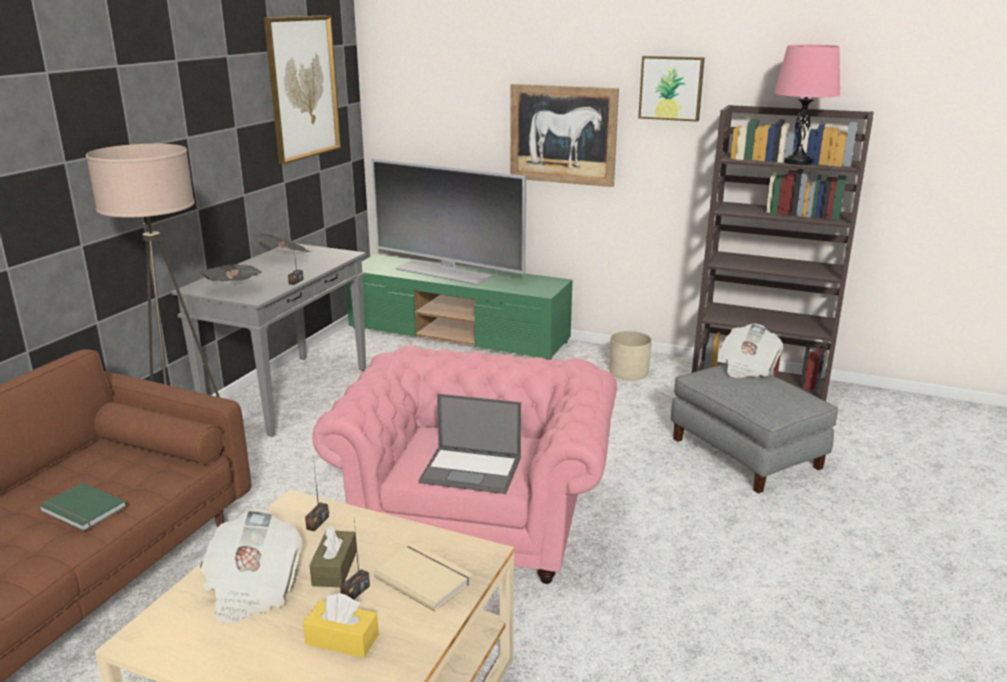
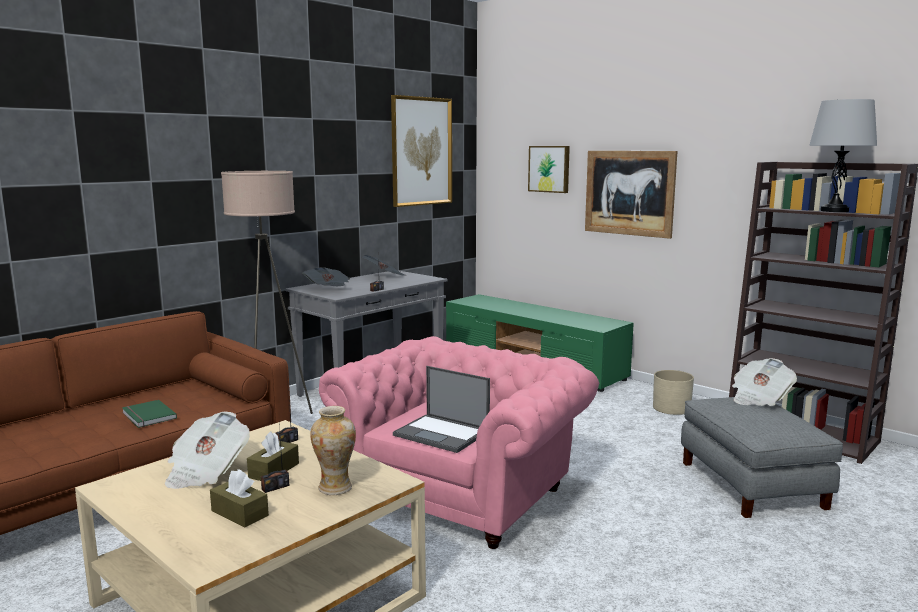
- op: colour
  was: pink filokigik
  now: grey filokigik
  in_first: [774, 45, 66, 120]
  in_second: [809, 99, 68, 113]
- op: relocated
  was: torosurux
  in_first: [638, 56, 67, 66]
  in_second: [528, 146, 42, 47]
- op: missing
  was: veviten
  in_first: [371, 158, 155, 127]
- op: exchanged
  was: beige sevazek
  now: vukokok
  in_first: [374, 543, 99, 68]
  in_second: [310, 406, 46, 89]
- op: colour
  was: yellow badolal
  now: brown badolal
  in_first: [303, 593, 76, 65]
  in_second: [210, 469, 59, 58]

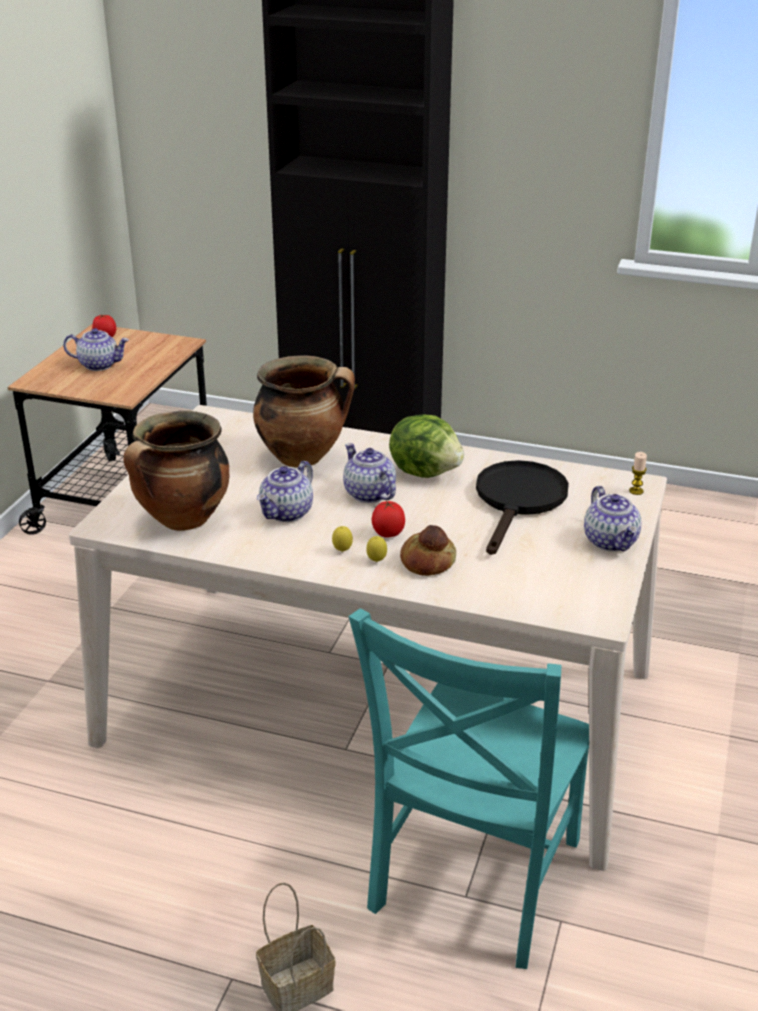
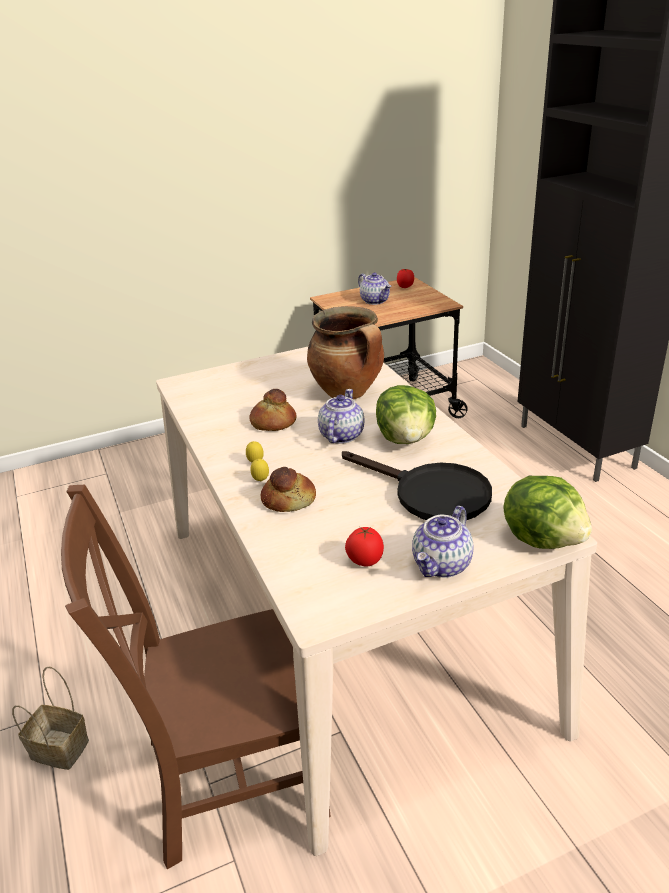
- op: missing
  was: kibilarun
  in_first: [123, 411, 106, 120]
- op: exchanged
  was: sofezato
  now: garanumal
  in_first: [629, 452, 18, 43]
  in_second: [503, 476, 89, 73]
- op: spun
  was: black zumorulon
  in_first: [476, 460, 93, 95]
  in_second: [342, 451, 150, 69]
  clockwise: 60
- op: exchanged
  was: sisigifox
  now: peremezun
  in_first: [257, 461, 56, 61]
  in_second: [249, 389, 48, 42]
- op: relocated
  was: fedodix
  in_first: [372, 500, 33, 38]
  in_second: [345, 527, 39, 40]
- op: colour
  was: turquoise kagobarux
  now: brown kagobarux
  in_first: [348, 608, 241, 361]
  in_second: [61, 485, 269, 384]

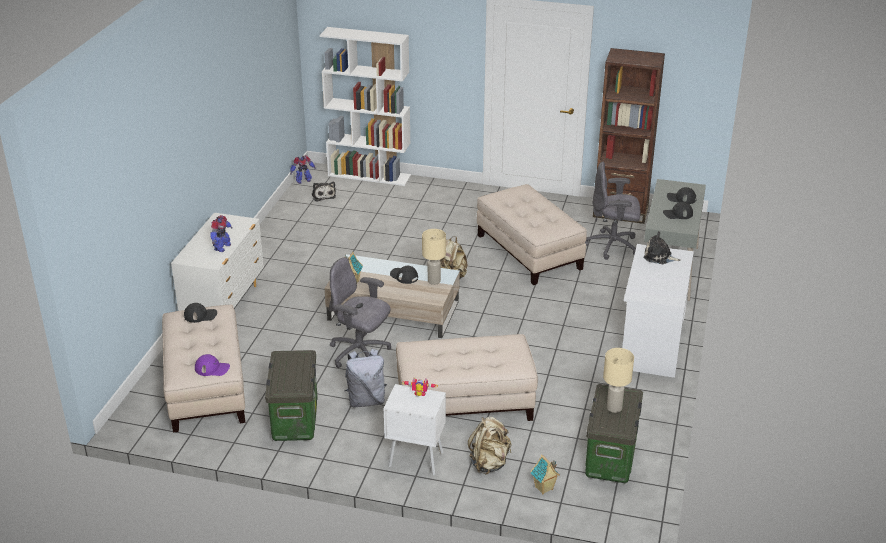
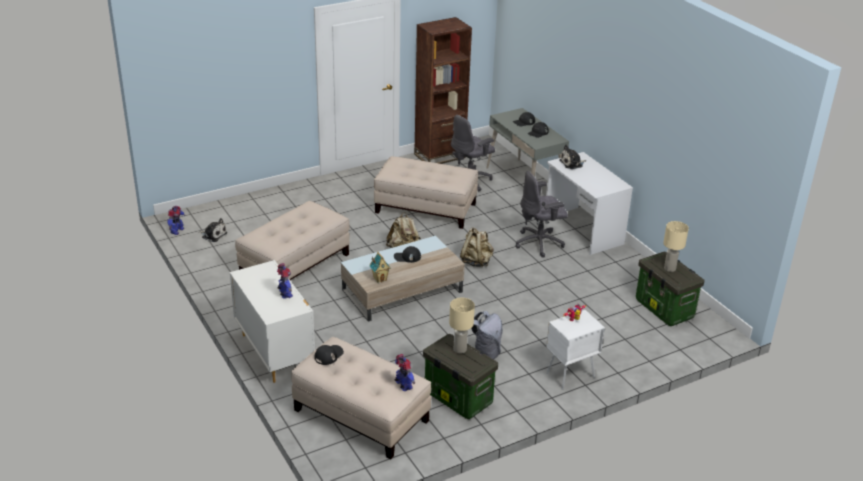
- op: missing
  was: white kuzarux
  in_first: [319, 27, 92, 159]
- op: relocated
  was: beige filokigik
  in_first: [422, 229, 24, 56]
  in_second: [449, 298, 26, 56]
- op: relocated
  was: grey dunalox
  in_first: [329, 257, 62, 111]
  in_second: [516, 171, 52, 87]
- op: relocated
  was: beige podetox
  in_first: [396, 334, 142, 87]
  in_second: [235, 201, 115, 79]
- op: exchanged
  was: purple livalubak
  now: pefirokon
  in_first: [195, 354, 35, 22]
  in_second: [395, 354, 20, 37]
- op: relocated
  was: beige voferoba
  in_first: [468, 417, 43, 57]
  in_second: [460, 227, 34, 40]
- op: missing
  was: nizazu
  in_first: [531, 454, 28, 41]

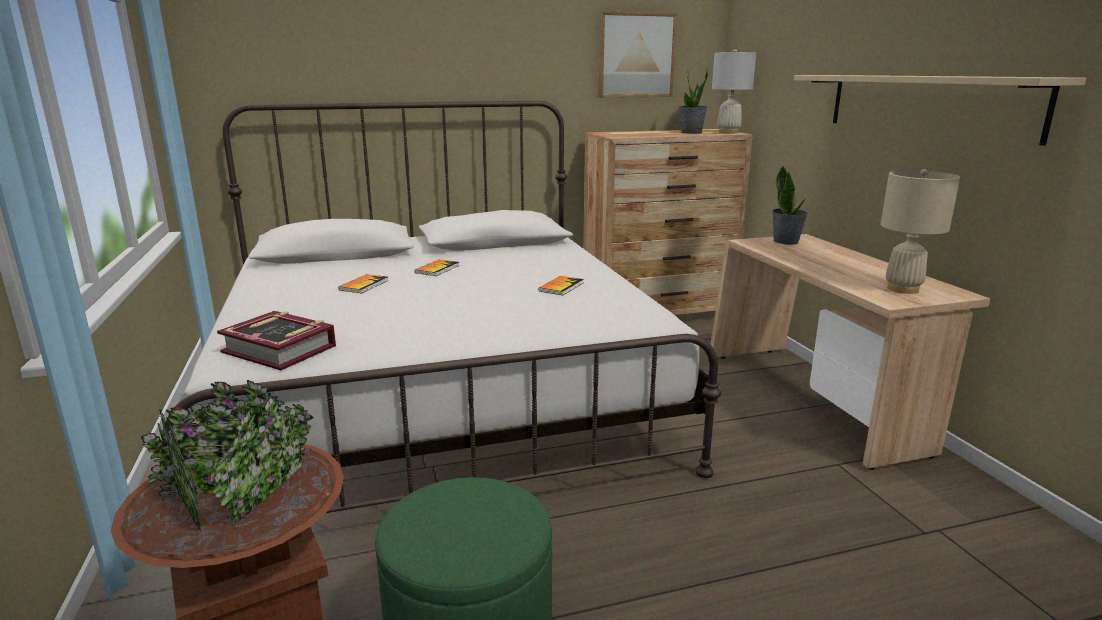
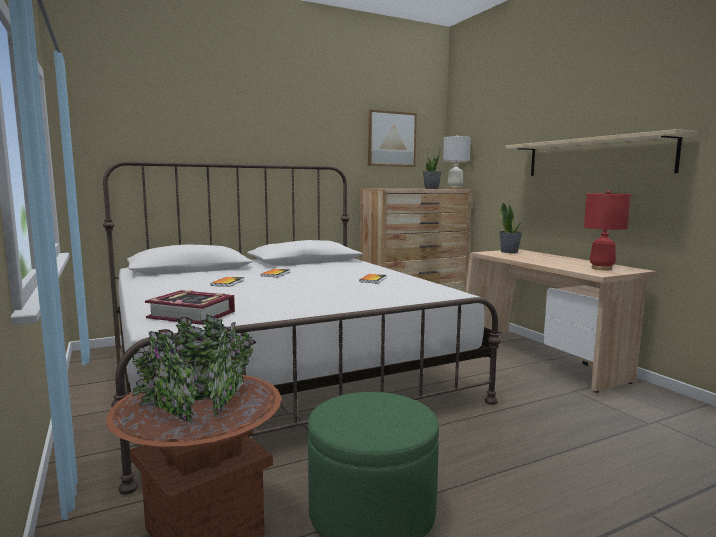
- op: colour
  was: beige filokigik
  now: red filokigik
  in_first: [881, 169, 79, 125]
  in_second: [584, 190, 47, 80]

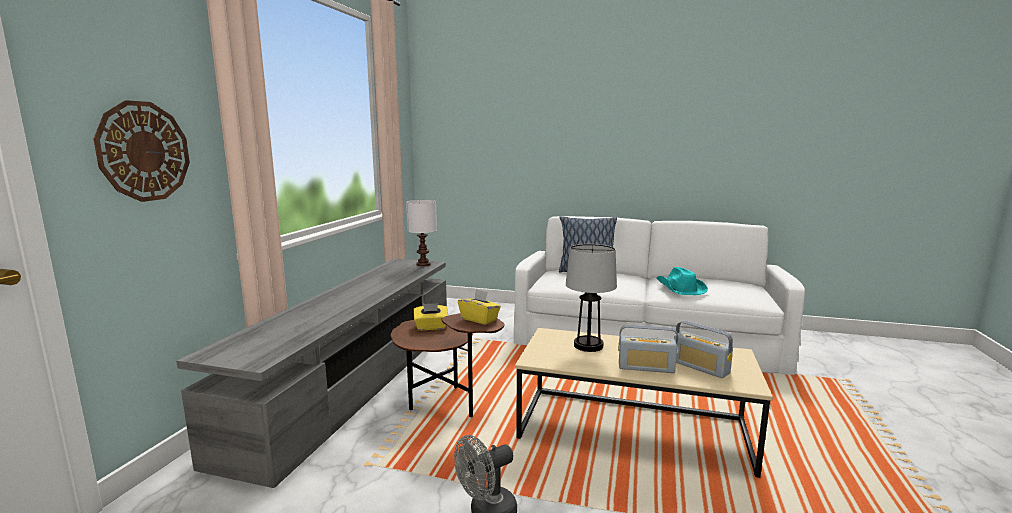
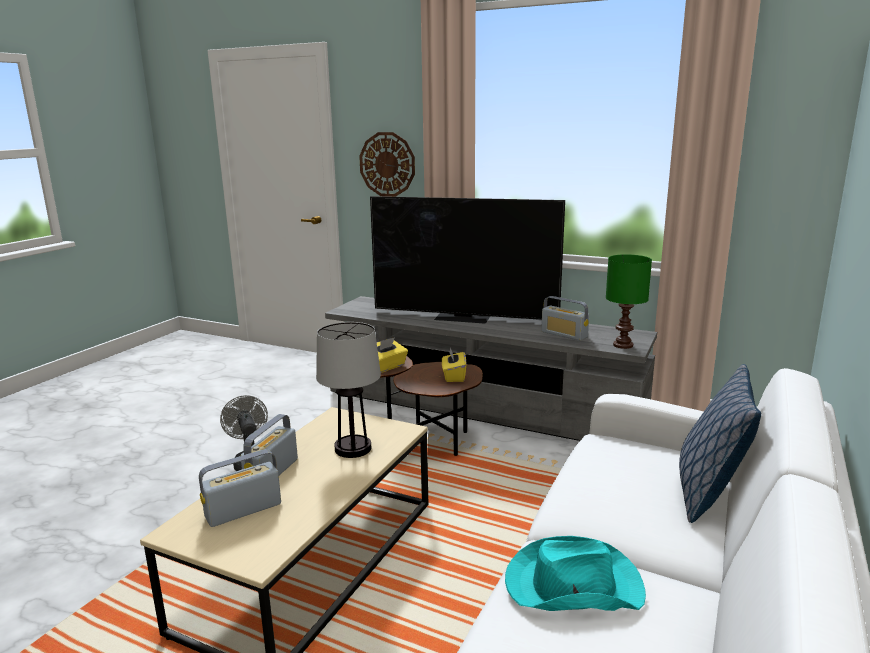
- op: colour
  was: white filokigik
  now: green filokigik
  in_first: [406, 200, 31, 66]
  in_second: [606, 254, 46, 95]
- op: appeared
  now: veviten
  in_second: [370, 196, 195, 128]
- op: appeared
  now: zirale
  in_second: [541, 296, 48, 45]

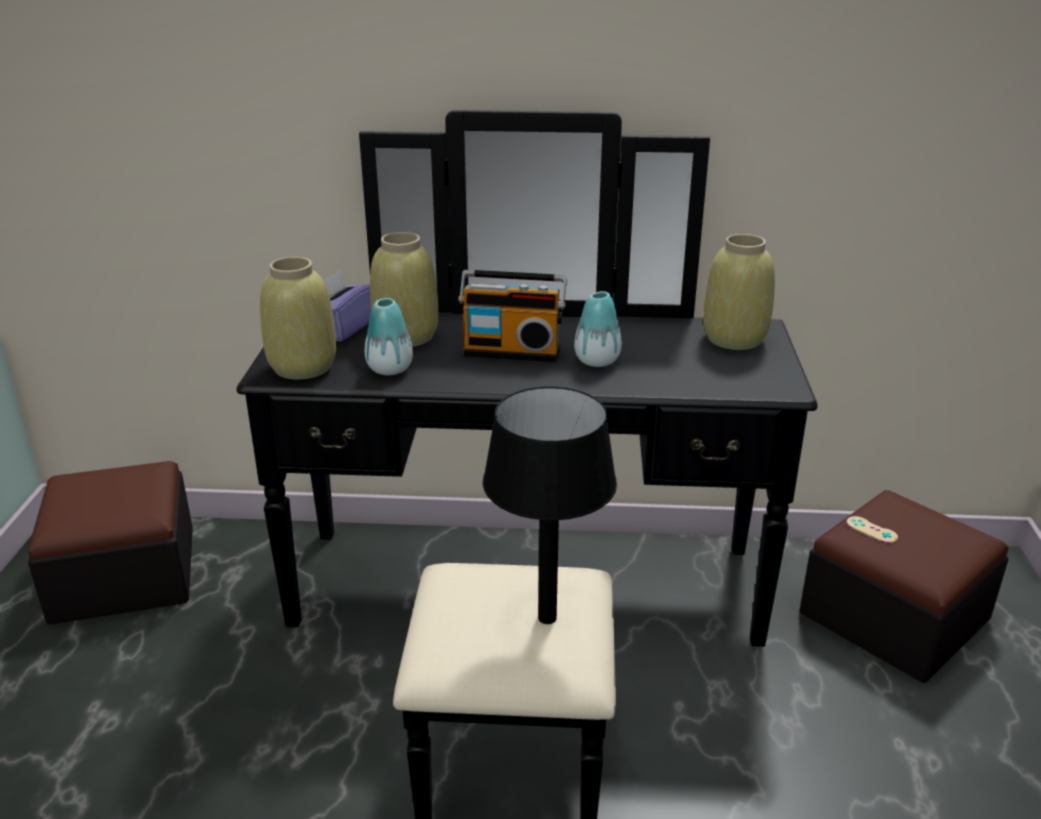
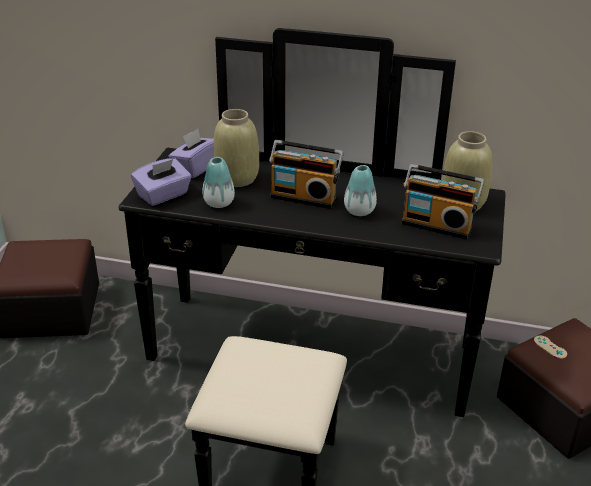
- op: exchanged
  was: beige vukokok
  now: purple badolal
  in_first: [260, 257, 76, 123]
  in_second: [131, 158, 60, 48]
- op: missing
  was: black filokigik
  in_first: [483, 386, 134, 238]
- op: appeared
  now: zirale
  in_second: [401, 164, 83, 75]

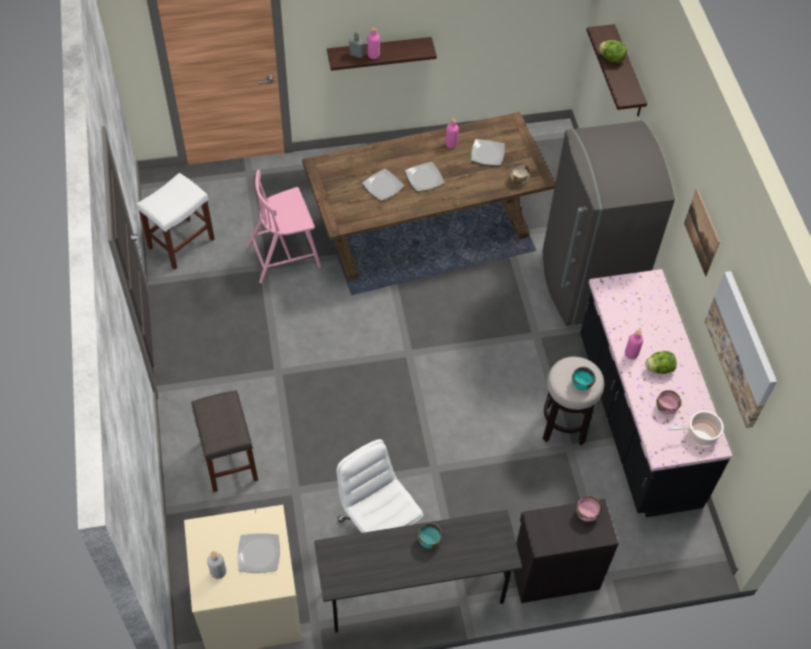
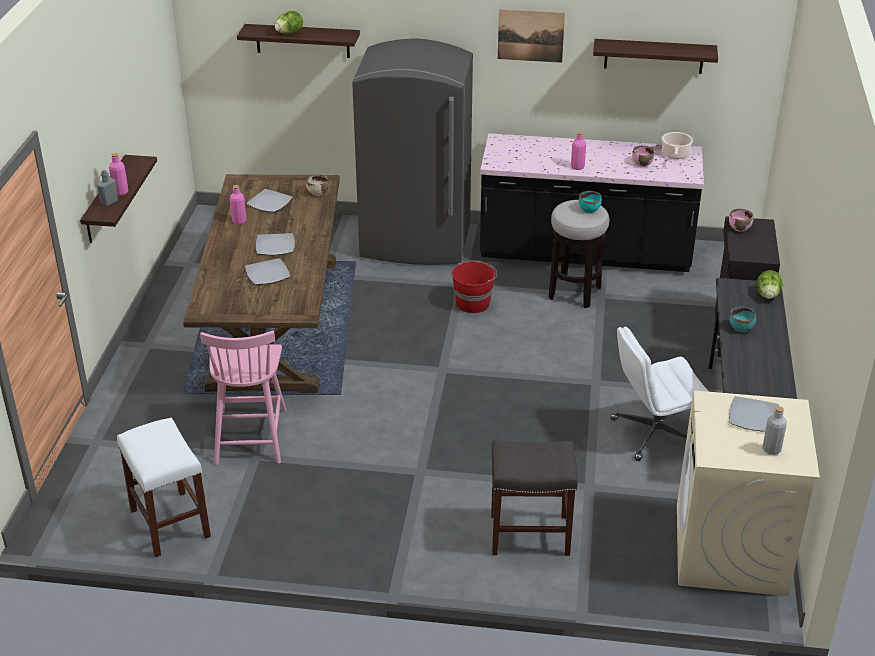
- op: exchanged
  was: torosurux
  now: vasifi
  in_first: [705, 271, 72, 157]
  in_second: [593, 39, 125, 35]
- op: relocated
  was: garanumal
  in_first: [645, 351, 32, 23]
  in_second: [757, 270, 26, 29]
- op: appeared
  now: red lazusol
  in_second: [452, 261, 45, 52]

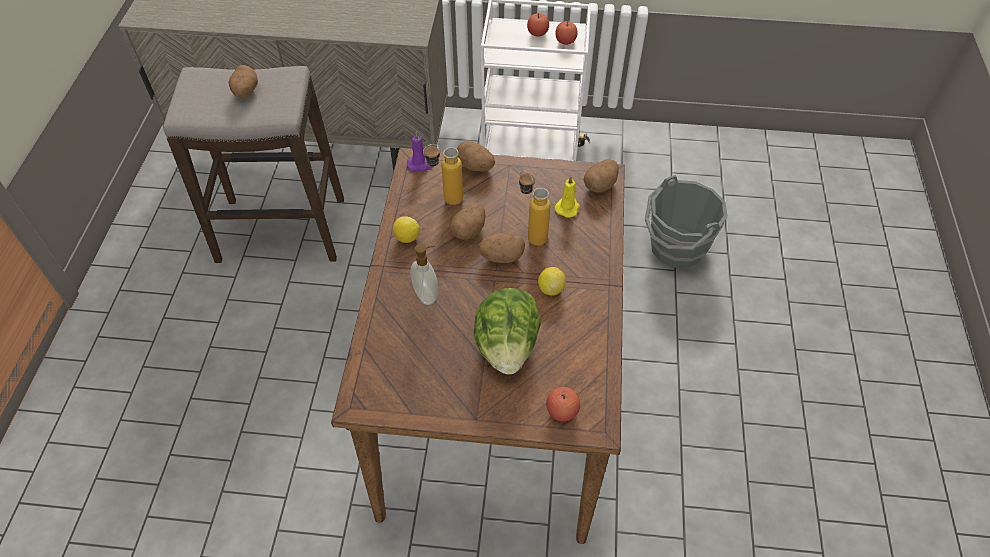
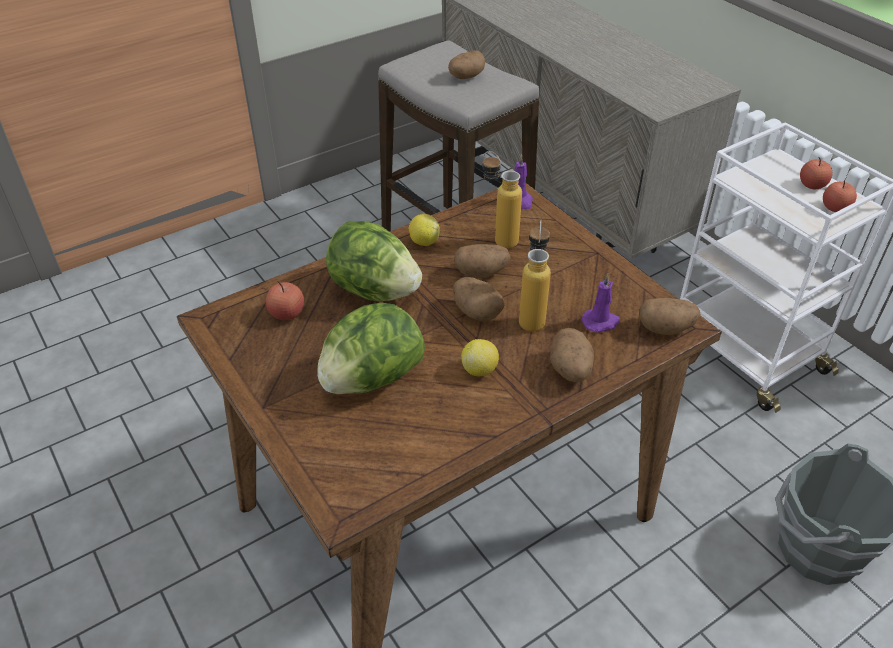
- op: relocated
  was: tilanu
  in_first: [457, 141, 38, 30]
  in_second: [550, 328, 44, 54]
- op: colour
  was: yellow sofezato
  now: purple sofezato
  in_first: [554, 176, 26, 42]
  in_second: [581, 274, 39, 59]
- op: exchanged
  was: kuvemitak
  now: garanumal
  in_first: [410, 244, 28, 61]
  in_second: [326, 221, 96, 80]
- op: relocated
  was: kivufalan
  in_first: [546, 387, 34, 35]
  in_second: [266, 281, 38, 39]

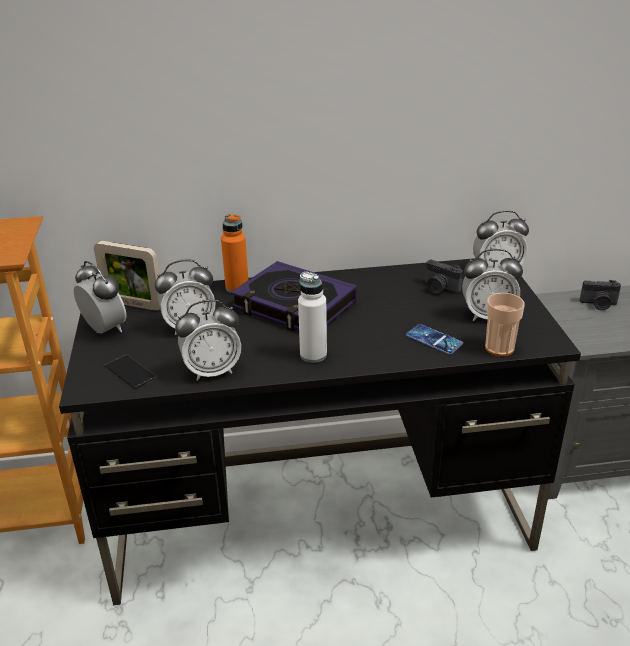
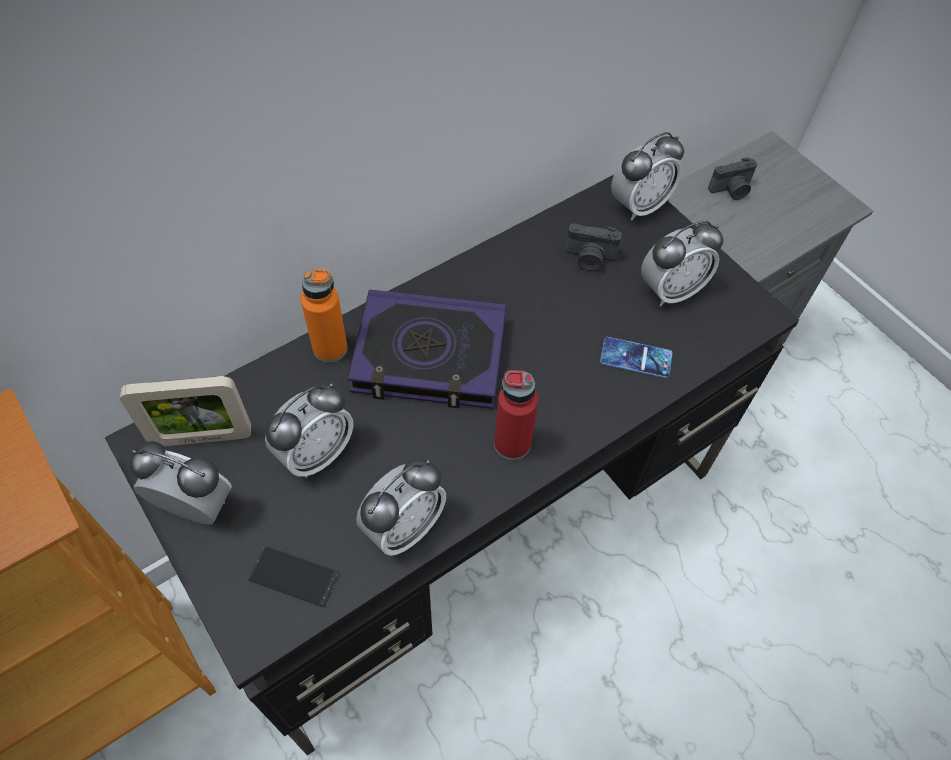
- op: colour
  was: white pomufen
  now: red pomufen
  in_first: [298, 272, 29, 91]
  in_second: [494, 370, 44, 90]
- op: missing
  was: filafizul
  in_first: [485, 293, 40, 63]

